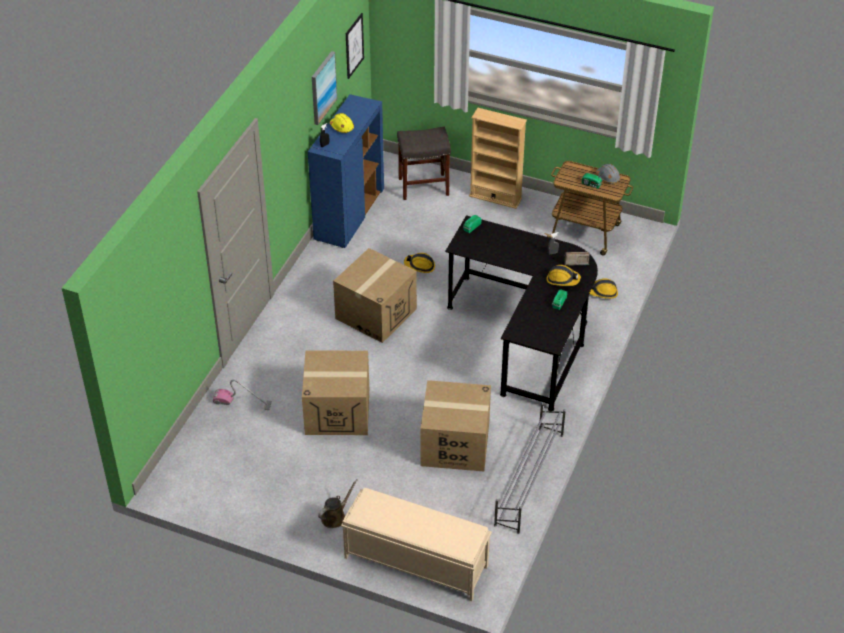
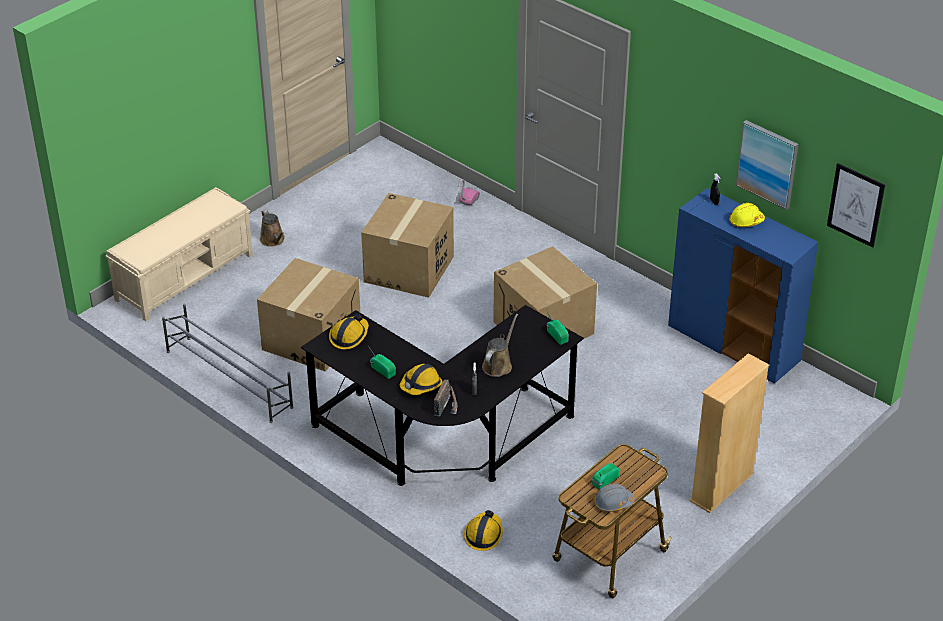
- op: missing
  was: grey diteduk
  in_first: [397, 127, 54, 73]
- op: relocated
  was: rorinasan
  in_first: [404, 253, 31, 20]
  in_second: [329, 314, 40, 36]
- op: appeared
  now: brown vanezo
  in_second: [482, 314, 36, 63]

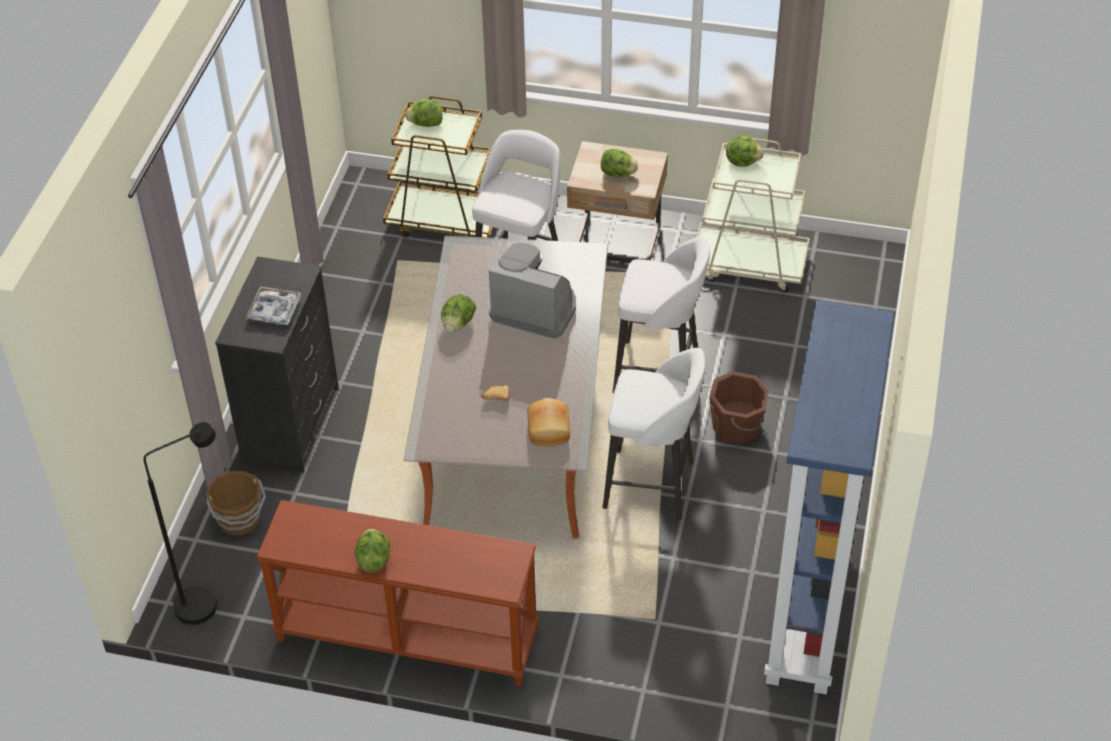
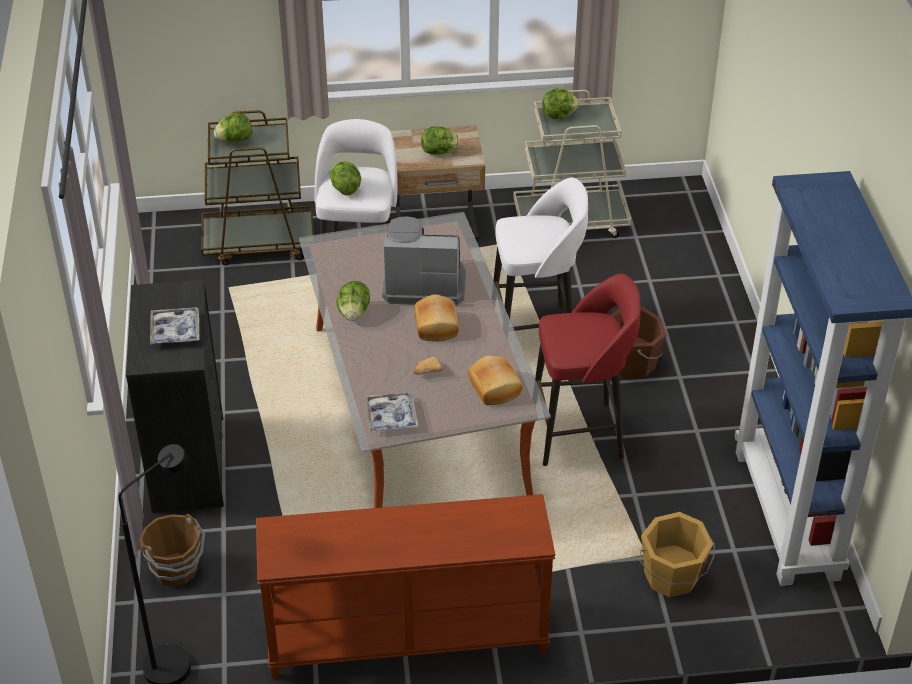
- op: colour
  was: white diteduk
  now: red diteduk
  in_first: [602, 348, 103, 173]
  in_second: [535, 274, 105, 192]
- op: relocated
  was: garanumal
  in_first: [355, 529, 35, 43]
  in_second: [330, 161, 31, 34]
- op: appeared
  now: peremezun
  in_second: [414, 294, 45, 48]
- op: appeared
  now: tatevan
  in_second: [365, 392, 54, 40]
- op: appeared
  now: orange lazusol
  in_second: [639, 512, 76, 85]

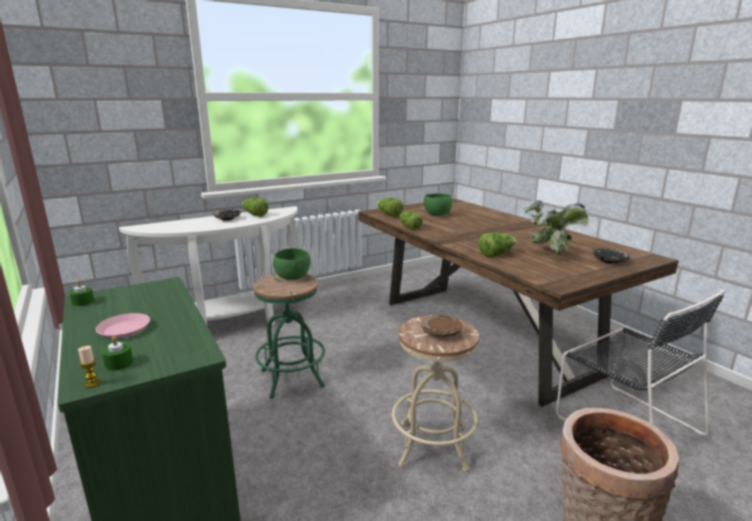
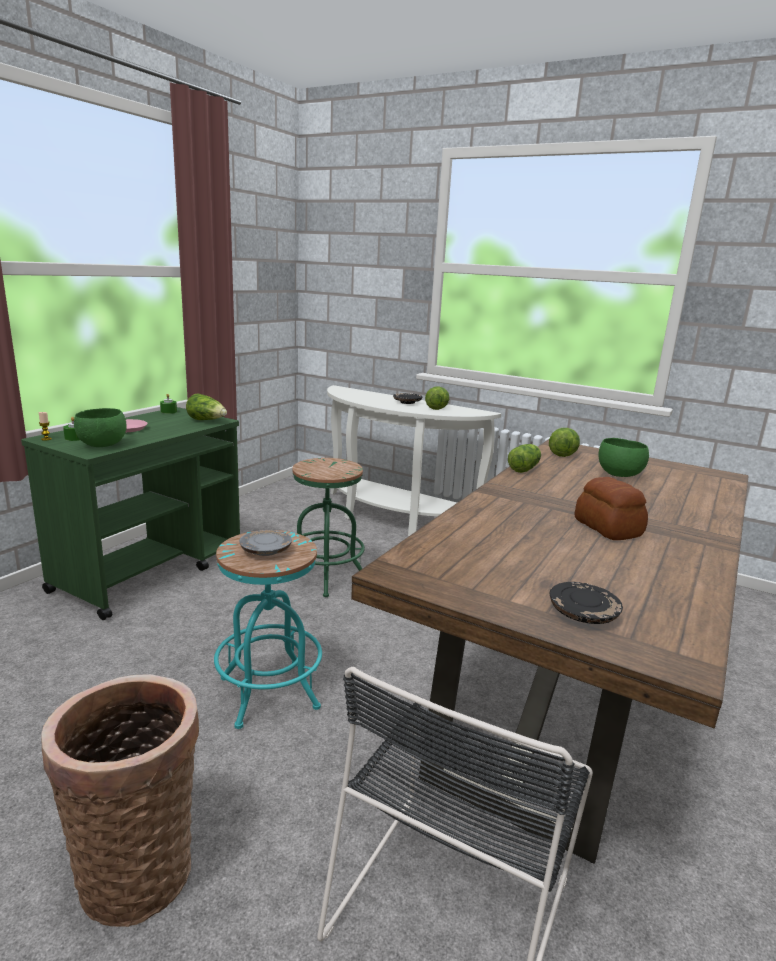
- op: missing
  was: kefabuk
  in_first: [525, 200, 64, 55]
- op: relocated
  was: garanumal
  in_first: [478, 232, 38, 25]
  in_second: [186, 393, 41, 27]
- op: relocated
  was: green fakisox
  in_first: [273, 248, 37, 32]
  in_second: [74, 408, 53, 39]
- op: colour
  was: beige diteduk
  now: turquoise diteduk
  in_first: [392, 315, 87, 157]
  in_second: [214, 530, 108, 199]
- op: colour
  was: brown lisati
  now: grey lisati
  in_first: [421, 315, 42, 22]
  in_second: [239, 530, 53, 26]
- op: appeared
  now: peremezun
  in_second: [574, 477, 74, 63]

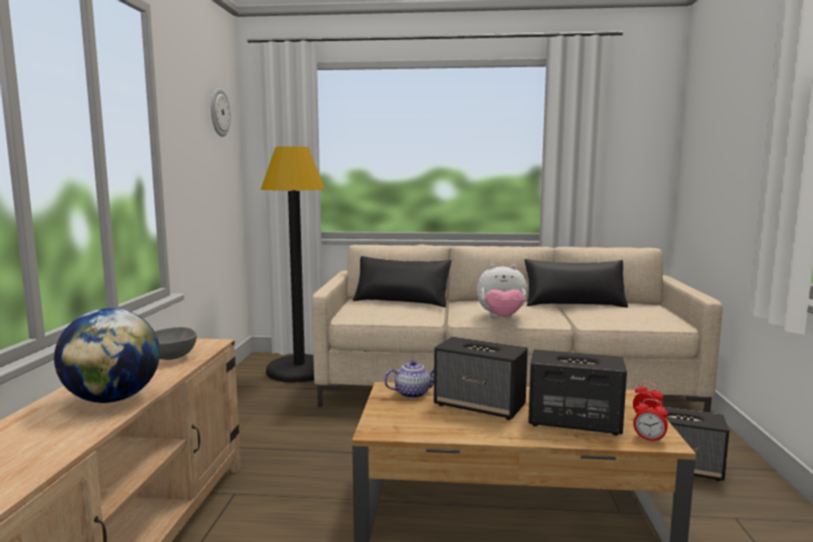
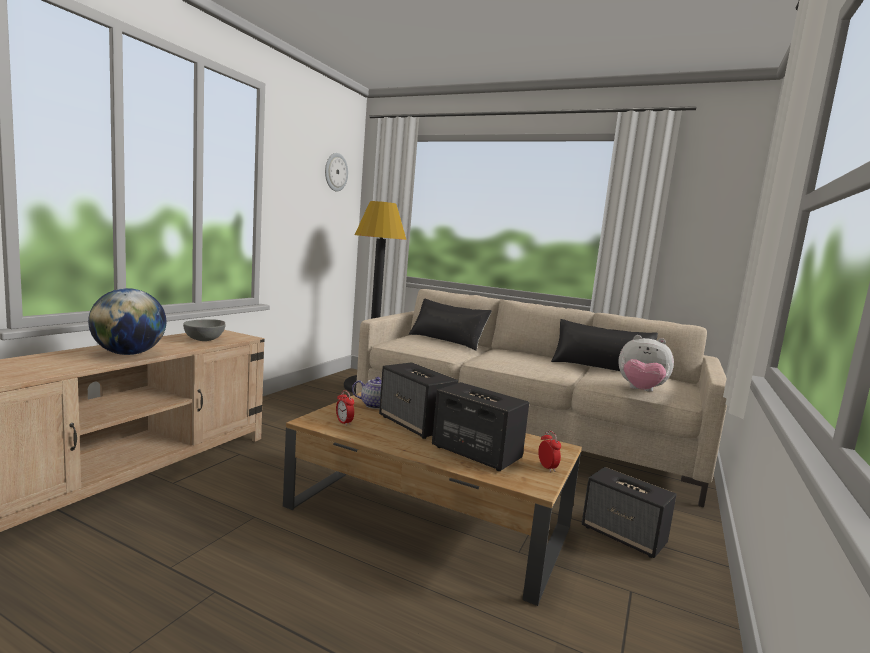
- op: relocated
  was: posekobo
  in_first: [477, 264, 50, 54]
  in_second: [618, 335, 56, 57]
- op: relocated
  was: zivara
  in_first: [633, 399, 35, 44]
  in_second: [336, 390, 18, 36]

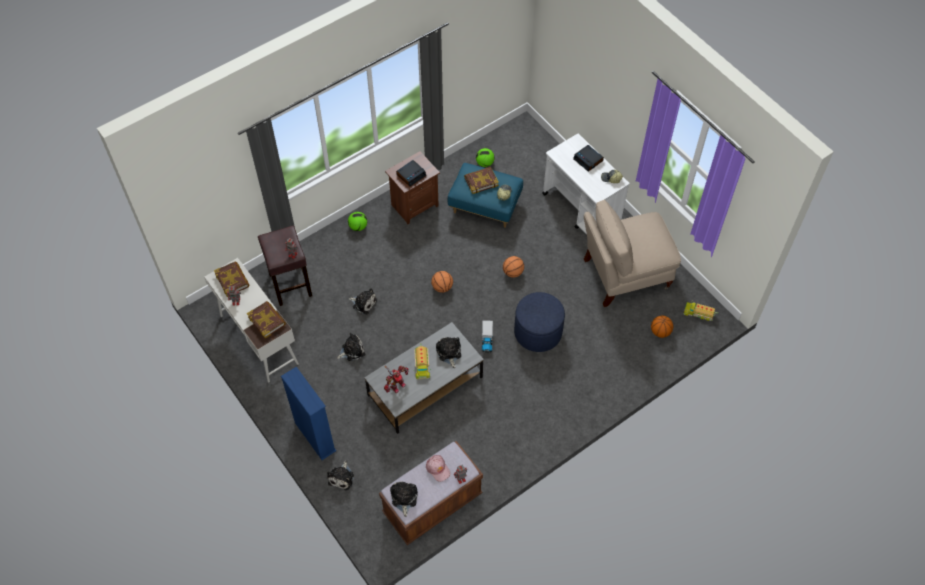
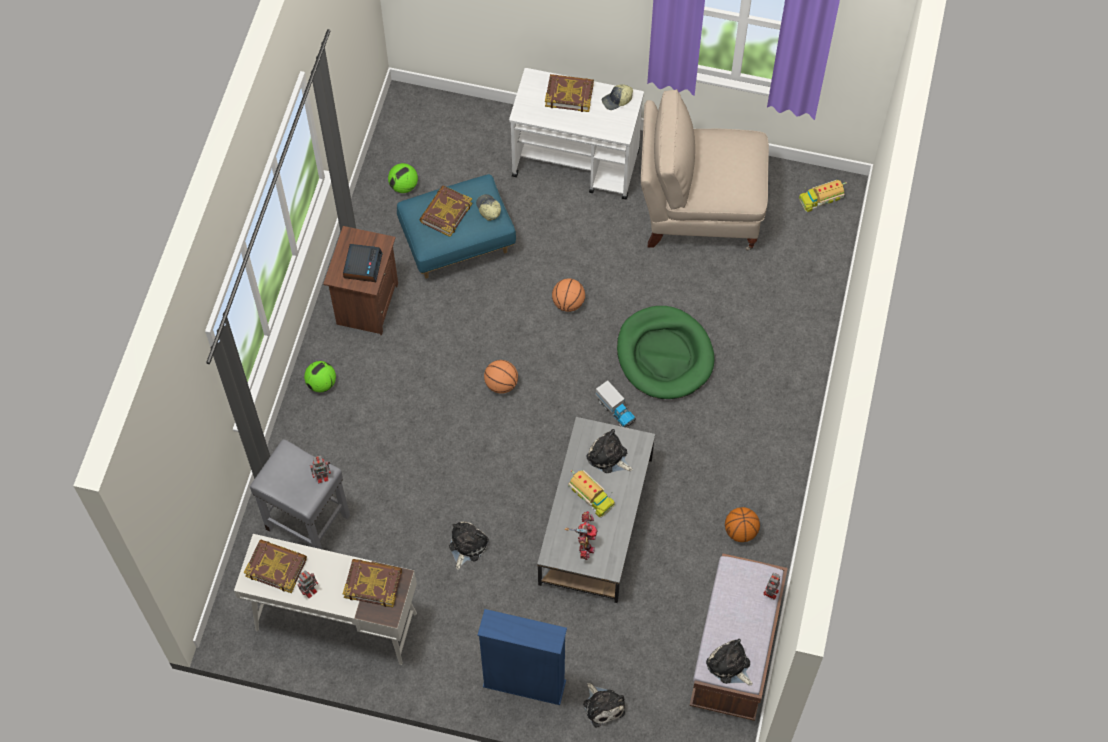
- op: exchanged
  was: zivara
  now: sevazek
  in_first: [573, 145, 31, 27]
  in_second: [545, 74, 49, 38]
- op: spun
  was: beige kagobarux
  in_first: [584, 199, 97, 108]
  in_second: [641, 89, 128, 162]
  clockwise: 60
- op: colour
  was: brown diteduk
  now: grey diteduk
  in_first: [258, 226, 54, 80]
  in_second: [250, 439, 100, 110]
- op: missing
  was: posekobo
  in_first: [348, 288, 29, 26]
- op: exchanged
  was: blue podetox
  now: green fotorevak
  in_first: [514, 292, 51, 60]
  in_second: [617, 306, 98, 93]
- op: relocated
  was: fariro
  in_first: [651, 316, 22, 22]
  in_second: [725, 507, 35, 35]
- op: missing
  was: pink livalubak
  in_first: [426, 455, 24, 27]

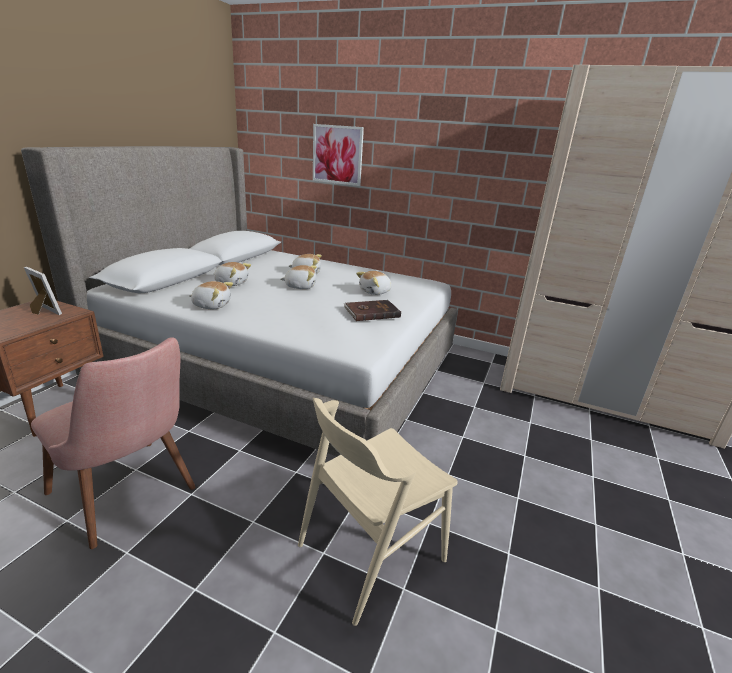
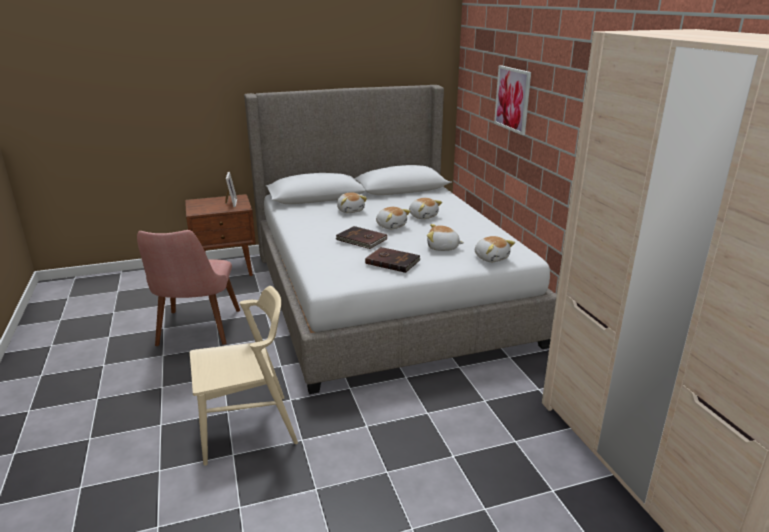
- op: relocated
  was: posekobo
  in_first: [189, 281, 44, 28]
  in_second: [475, 236, 40, 26]
- op: spun
  was: beige kagobarux
  in_first: [298, 398, 159, 228]
  in_second: [190, 286, 108, 180]
  clockwise: 150
- op: appeared
  now: brown sevazek
  in_second: [336, 226, 51, 23]

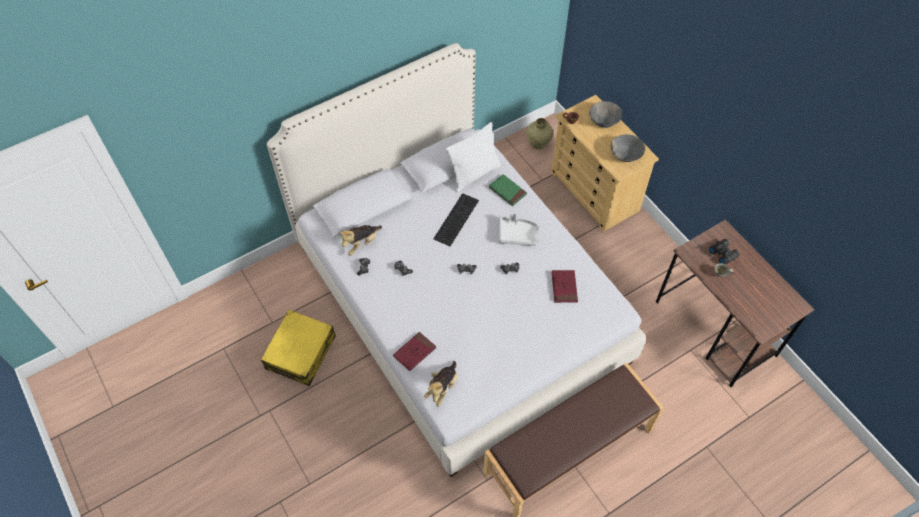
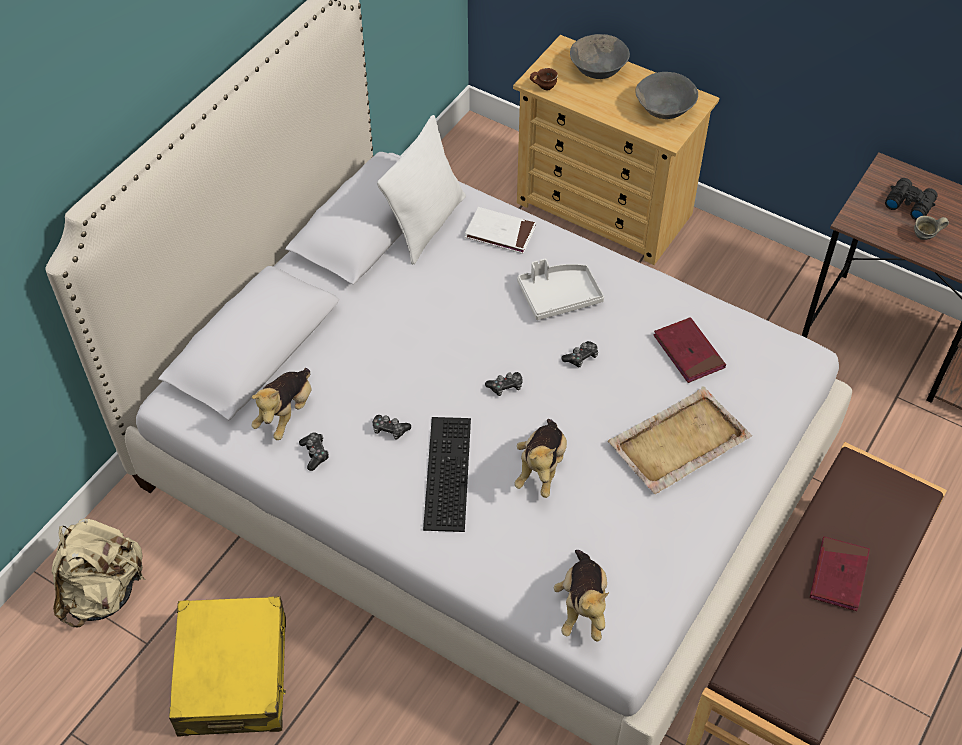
- op: missing
  was: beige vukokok
  in_first: [526, 118, 27, 31]
- op: colour
  was: green sevazek
  now: white sevazek
  in_first: [489, 174, 38, 32]
  in_second: [465, 207, 71, 47]
- op: relocated
  was: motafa
  in_first: [433, 193, 46, 53]
  in_second: [423, 417, 48, 115]
- op: relocated
  was: red sevazek
  in_first: [393, 332, 43, 39]
  in_second: [810, 536, 60, 75]
- op: appeared
  now: beige tatevan
  in_second: [608, 386, 144, 108]
- op: appeared
  now: posekobo
  in_second: [514, 419, 53, 79]
- op: appeared
  now: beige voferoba
  in_second: [51, 519, 94, 108]

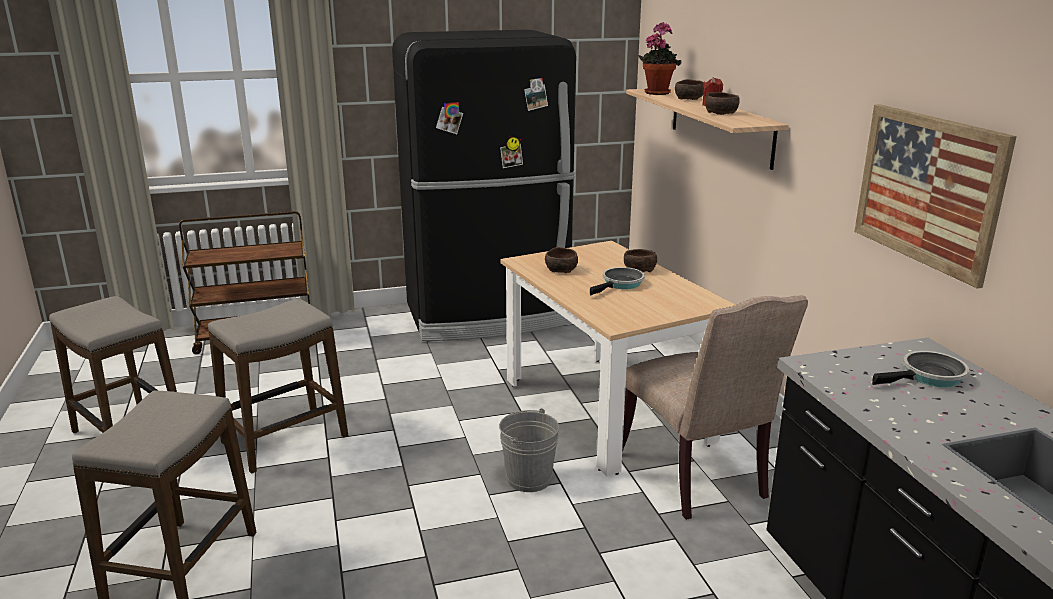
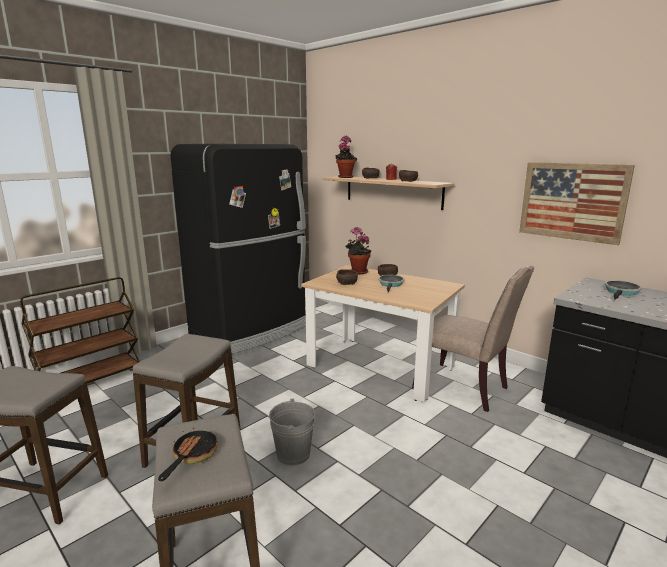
- op: relocated
  was: grey lazusol
  in_first: [499, 408, 60, 84]
  in_second: [269, 398, 46, 67]
- op: appeared
  now: kefabuk
  in_second: [346, 227, 25, 47]
- op: appeared
  now: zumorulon
  in_second: [158, 428, 60, 53]

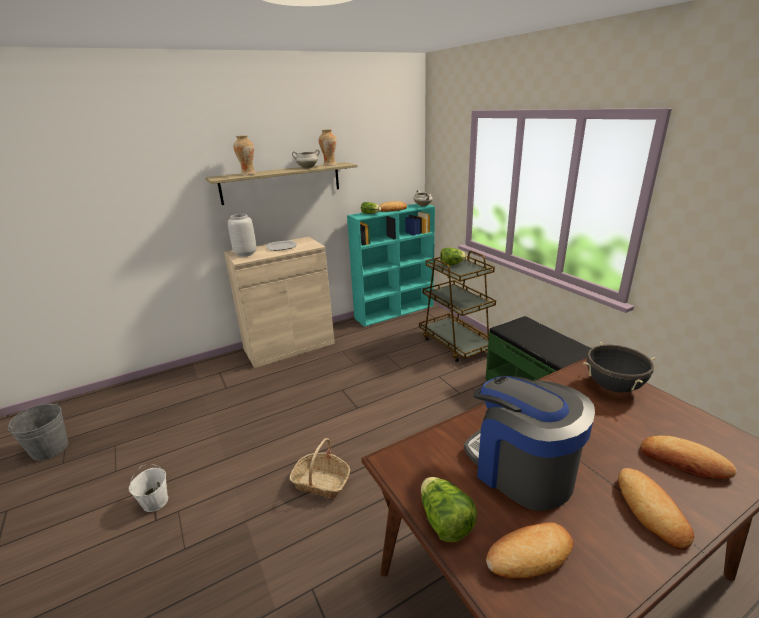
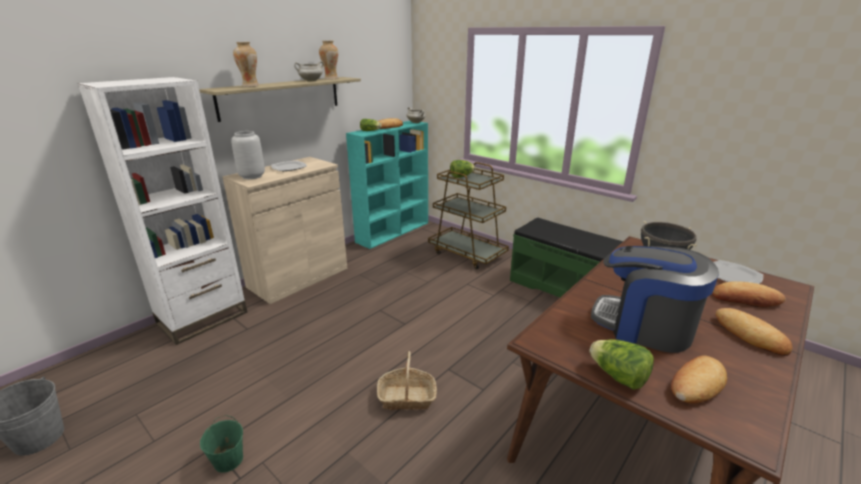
- op: colour
  was: white lazusol
  now: green lazusol
  in_first: [129, 464, 39, 48]
  in_second: [200, 415, 43, 58]
- op: appeared
  now: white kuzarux
  in_second: [78, 77, 169, 268]
- op: appeared
  now: lisati
  in_second: [714, 260, 49, 24]

